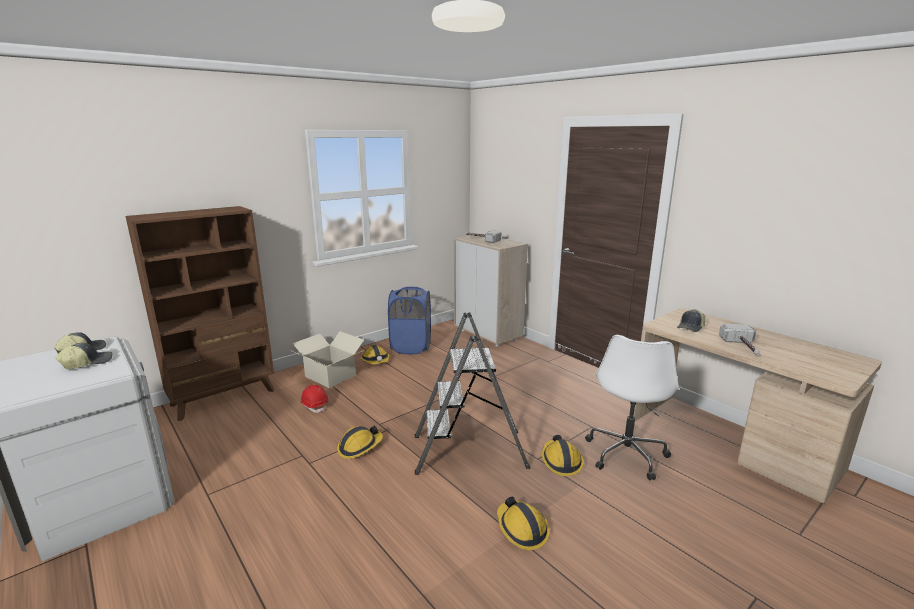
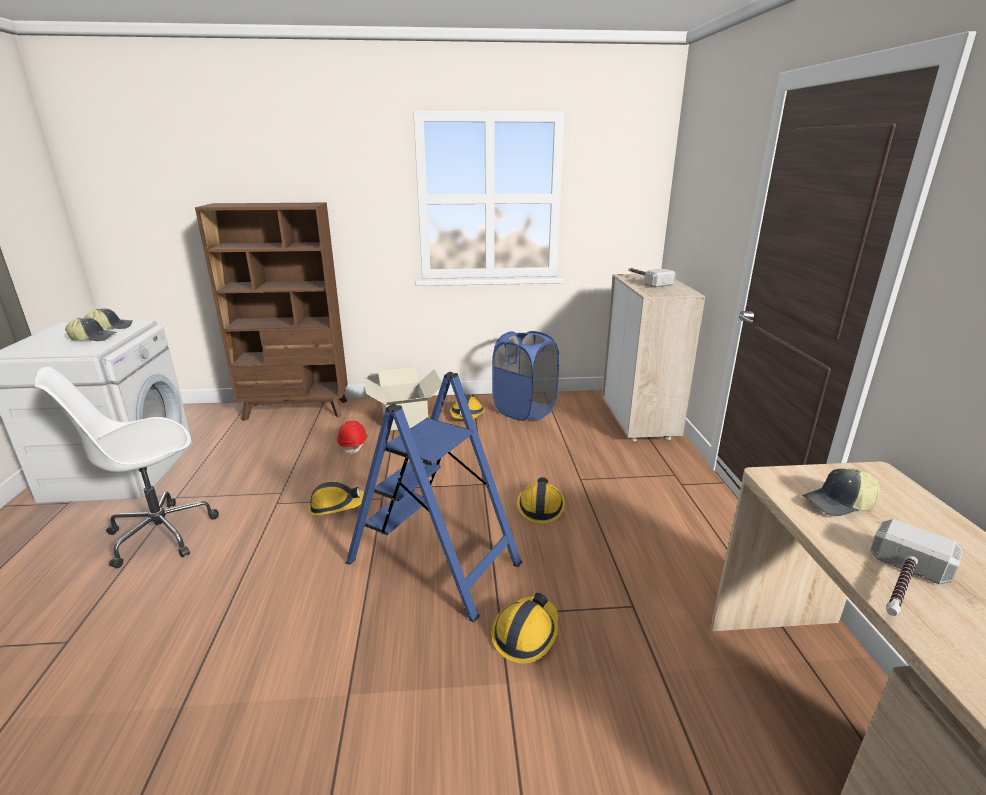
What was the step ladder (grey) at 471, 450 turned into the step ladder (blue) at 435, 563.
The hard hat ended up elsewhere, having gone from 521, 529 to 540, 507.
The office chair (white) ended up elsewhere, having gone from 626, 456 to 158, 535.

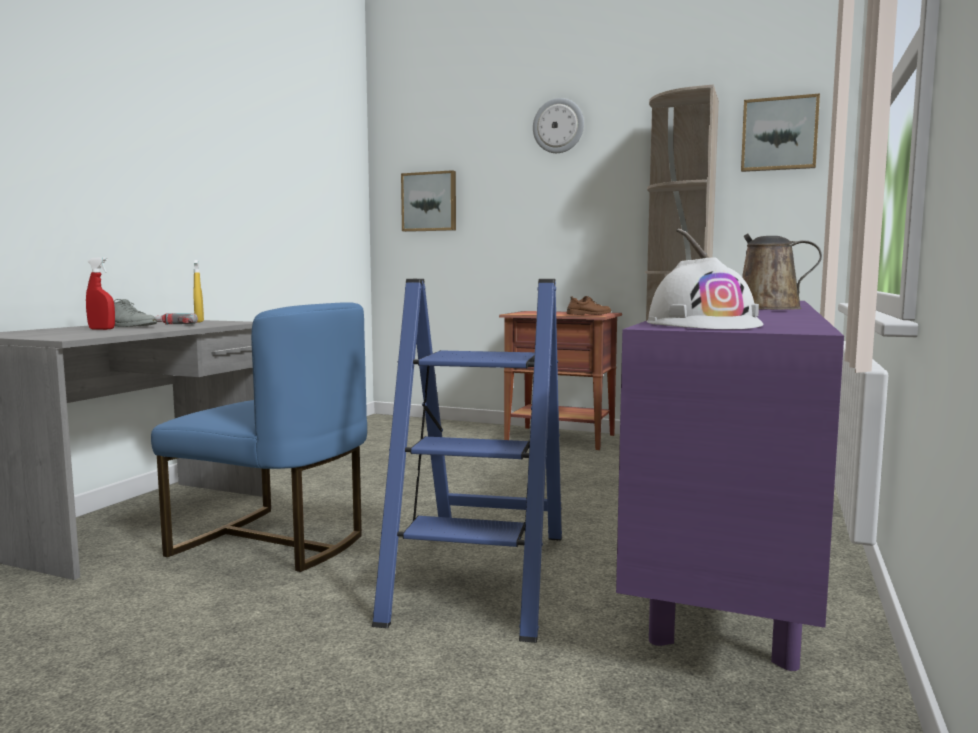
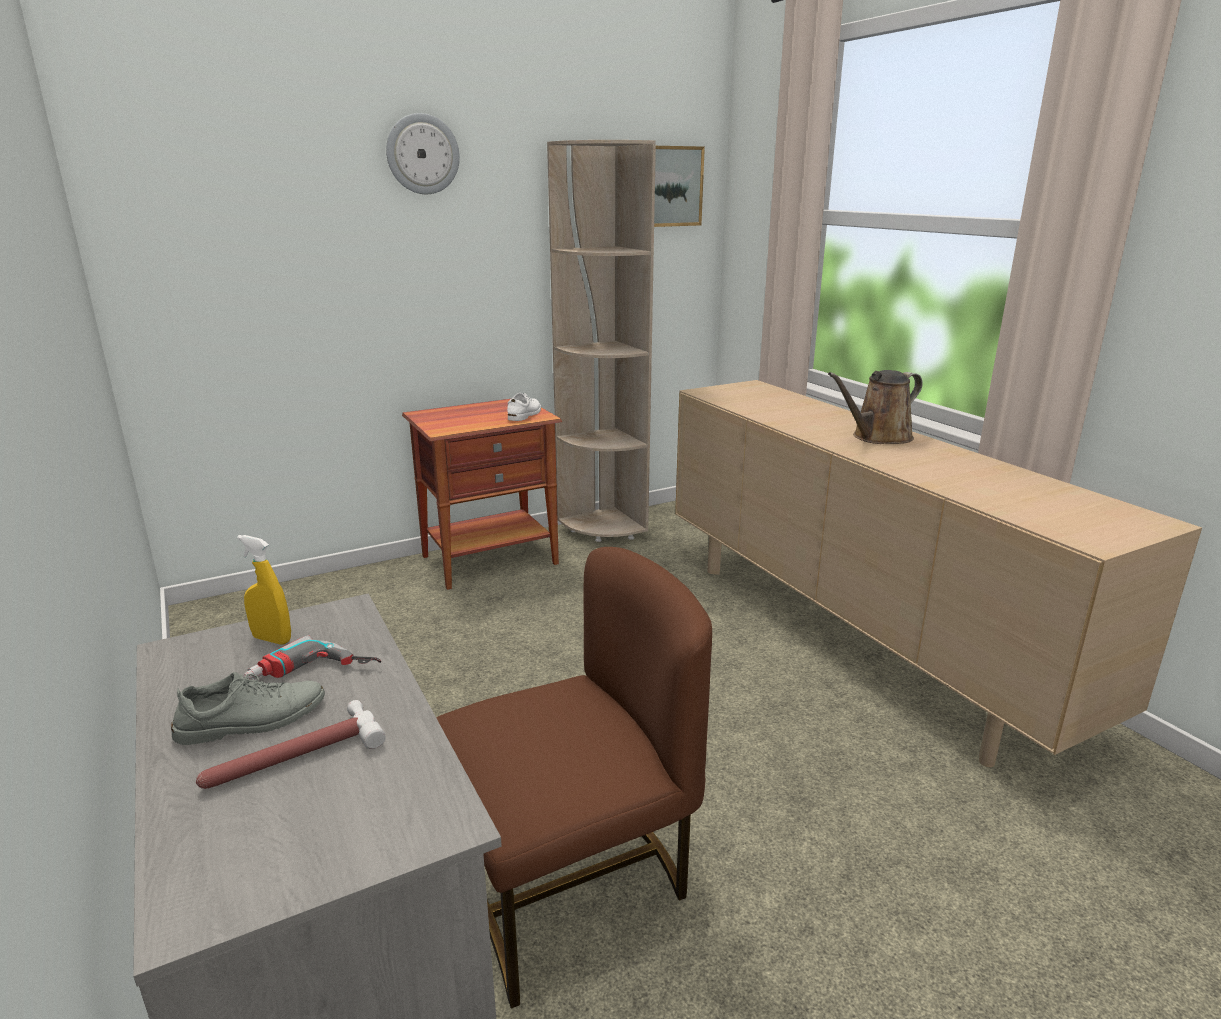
Where the spray bottle (red) stood at 101, 329, the hammer came to stand at 291, 756.
What was the chair (blue) at 274, 542 turned into the chair (brown) at 571, 885.
The second view lost the step ladder (blue) at 481, 574.
The second view lost the picture at 429, 202.
What was the shoe (brown) at 589, 314 turned into the shoe (white) at 525, 414.
What was the cabinet (purple) at 737, 546 turned into the cabinet (beige) at 853, 638.
The second view lost the hard hat (white) at 703, 325.

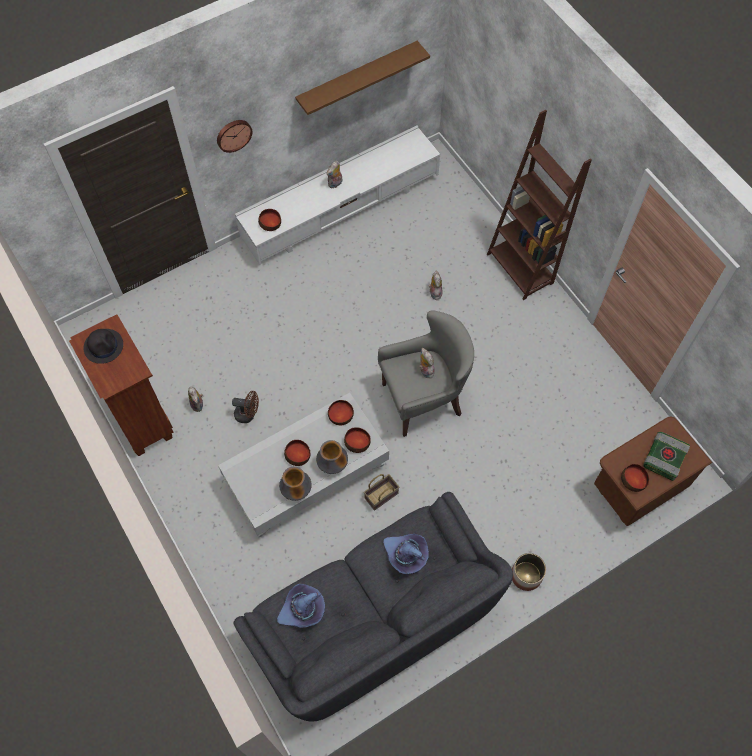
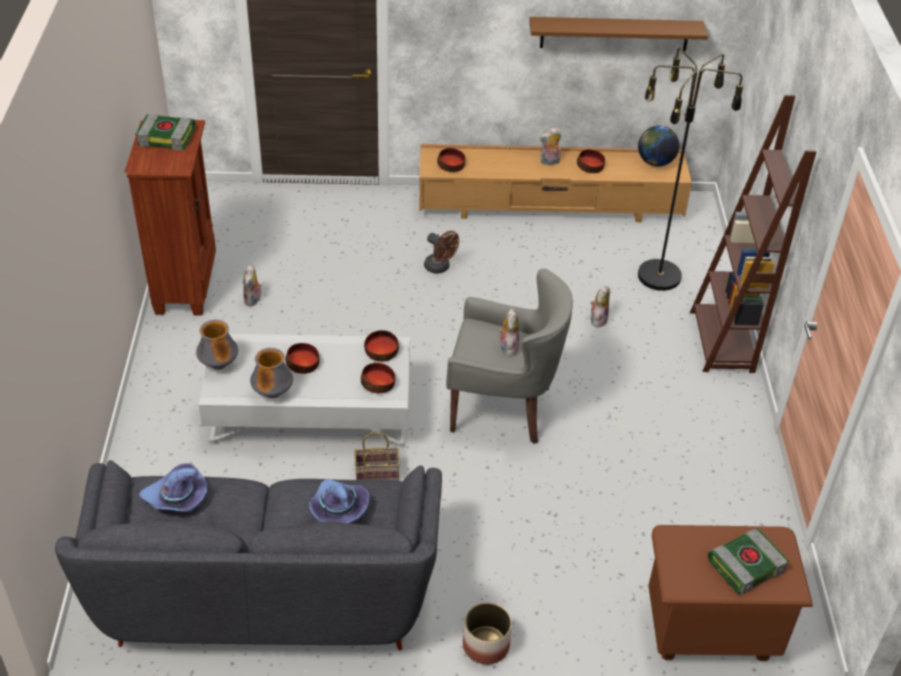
Where the hat (black) stood at 104, 346, the book came to stand at 168, 137.
The second view lost the wall clock at 233, 134.
The fan (brown) ended up elsewhere, having gone from 248, 414 to 440, 268.
What was the tv stand (white) at 340, 209 turned into the tv stand (brown) at 549, 205.
The vase ended up elsewhere, having gone from 332, 464 to 219, 365.
The bowl ended up elsewhere, having gone from 633, 480 to 590, 167.
The second view gained the floor lamp at 659, 275.
The second view gained the globe at 655, 162.

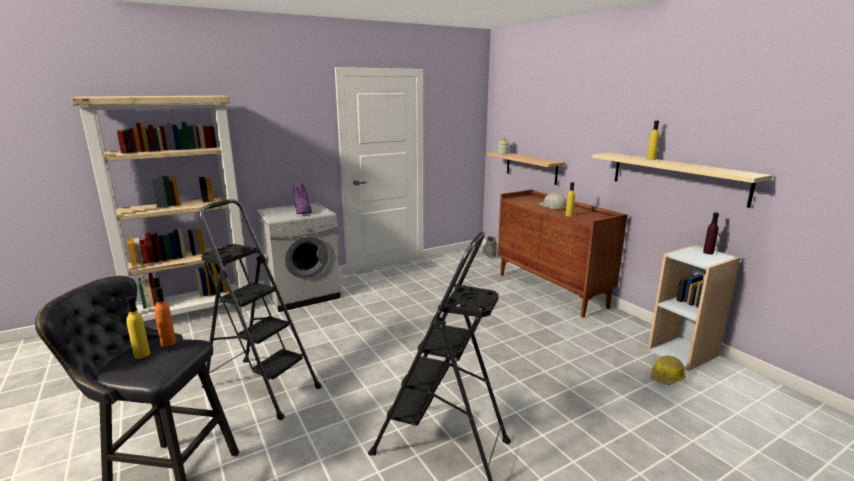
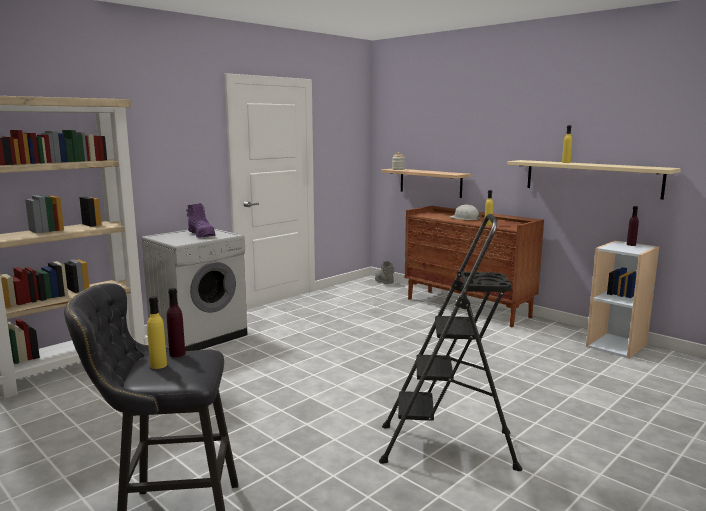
What was the bottle (orange) at 168, 343 turned into the bottle (purple) at 177, 354.
The second view lost the step ladder at 260, 386.
The second view lost the hard hat at 666, 377.

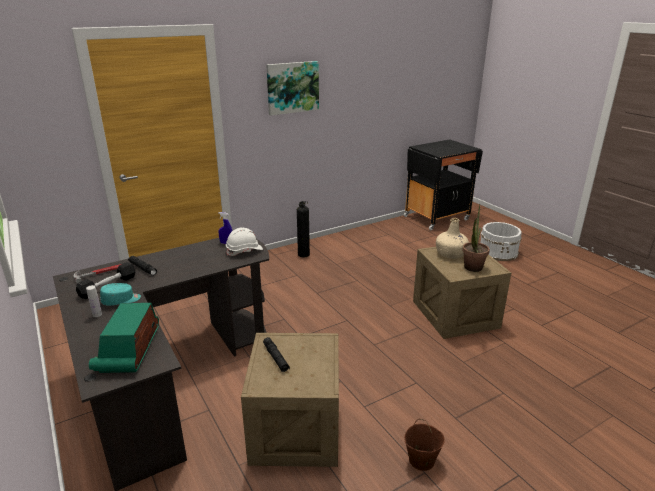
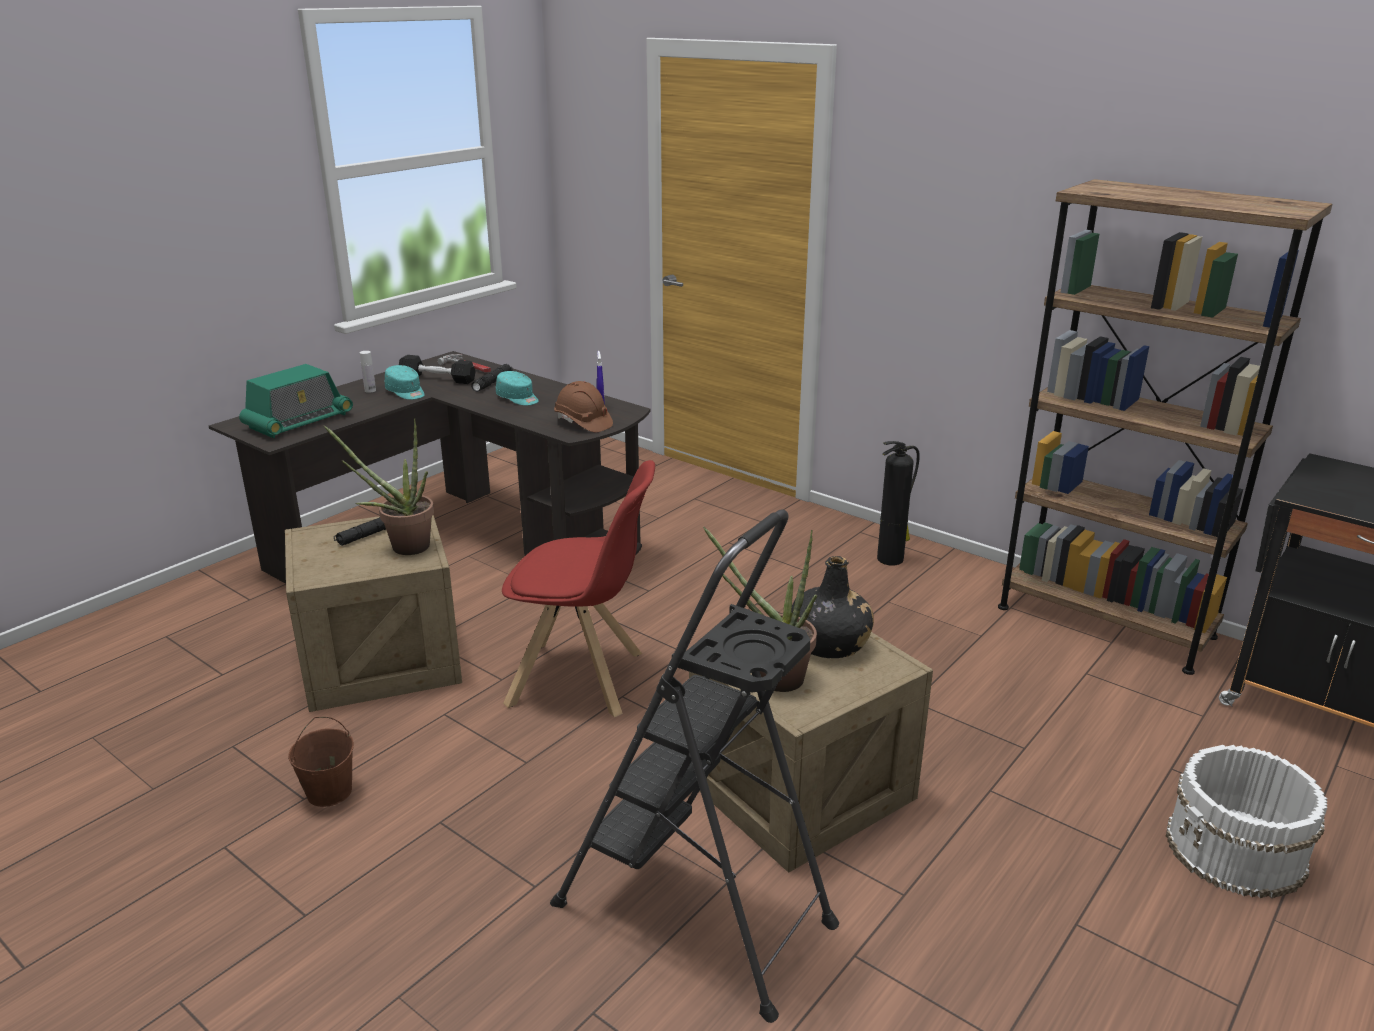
The radio at 129, 350 ended up facing another way, 150 degrees clockwise from before.
What was the hard hat (white) at 244, 251 turned into the hard hat (brown) at 583, 423.
The second view lost the picture at 292, 87.
What was the bottle (beige) at 451, 254 turned into the bottle (black) at 829, 644.
The second view gained the potted plant at 402, 547.
The second view gained the cap (turquoise) at 518, 398.
The second view gained the chair (red) at 583, 679.
The second view gained the step ladder at 696, 914.
The second view gained the bookcase (brown) at 1104, 622.

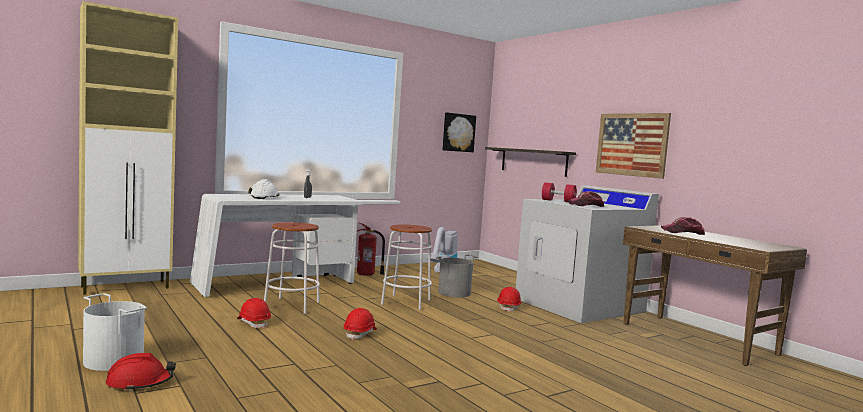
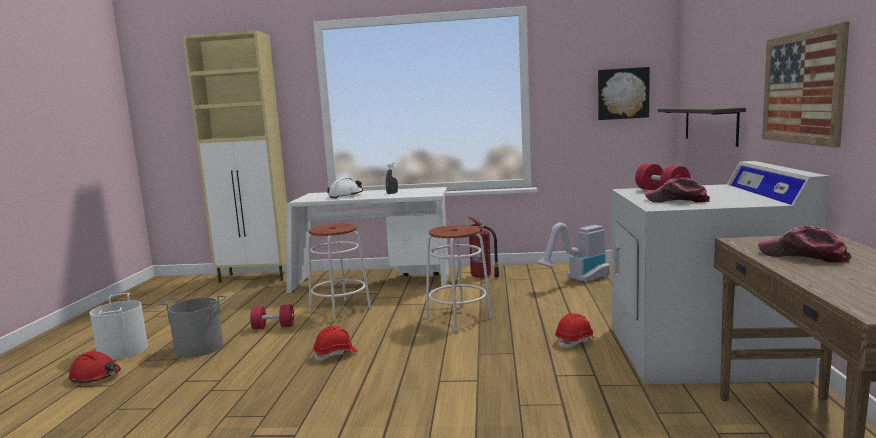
Where the hard hat (red) stood at 253, 323, the dumbbell (red) came to stand at 273, 327.
The bucket (grey) ended up elsewhere, having gone from 454, 293 to 199, 348.

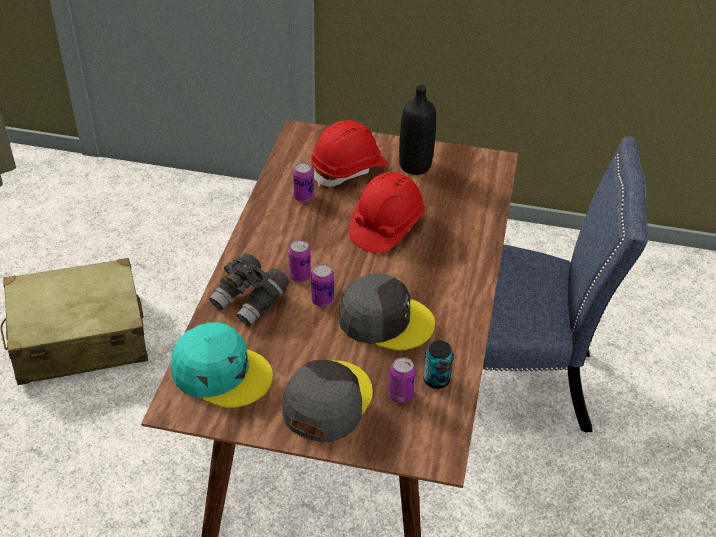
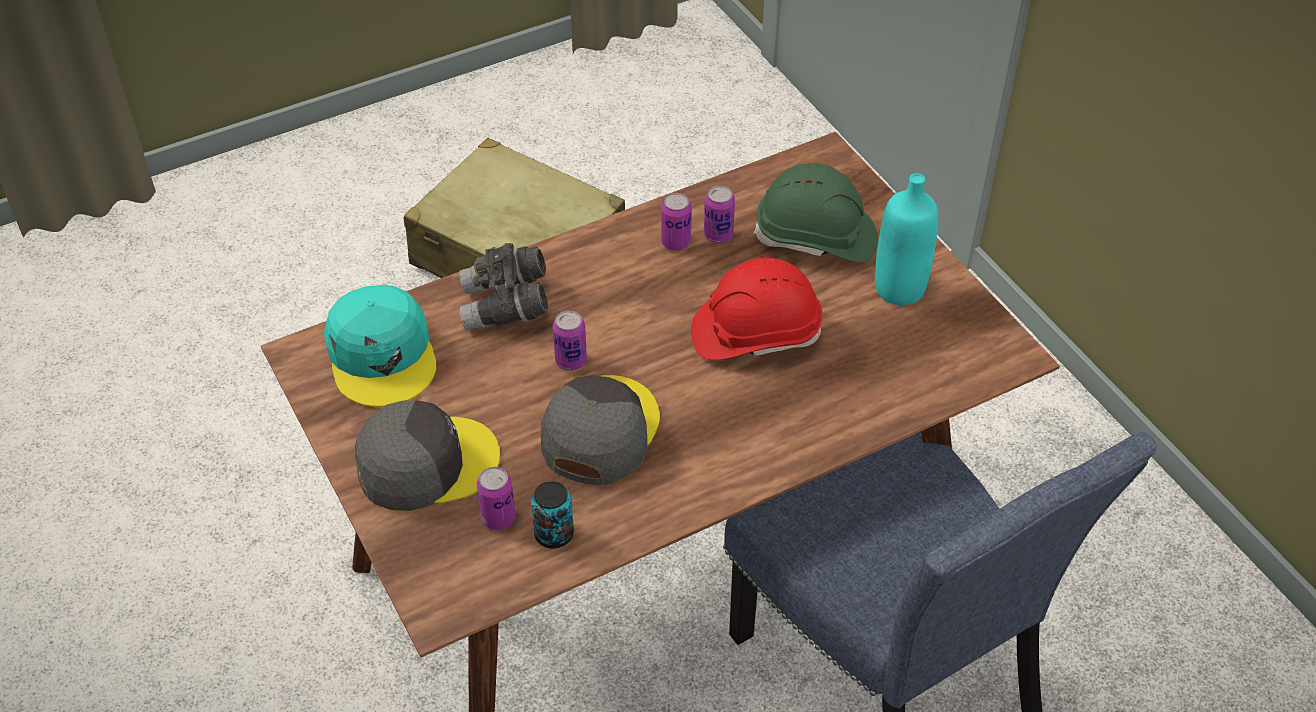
The can ended up elsewhere, having gone from 300, 276 to 676, 242.
What was the hard hat (red) at 349, 169 turned into the hard hat (green) at 816, 238.
The cap (grey) at 385, 320 ended up facing another way, 135 degrees counterclockwise from before.
What was the bottle (black) at 415, 166 turned into the bottle (turquoise) at 899, 288.

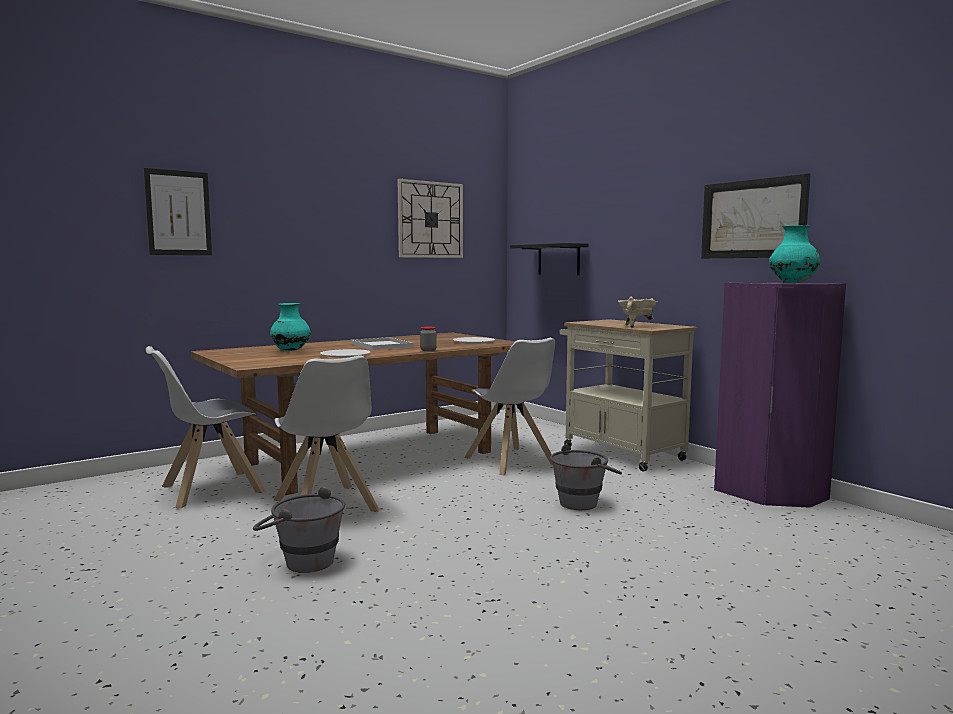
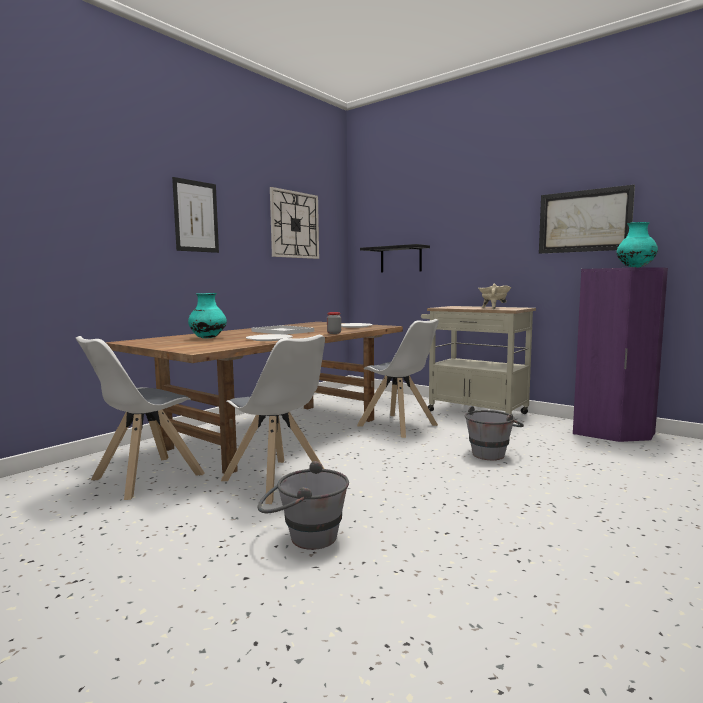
The picture ended up elsewhere, having gone from 178, 213 to 196, 216.

